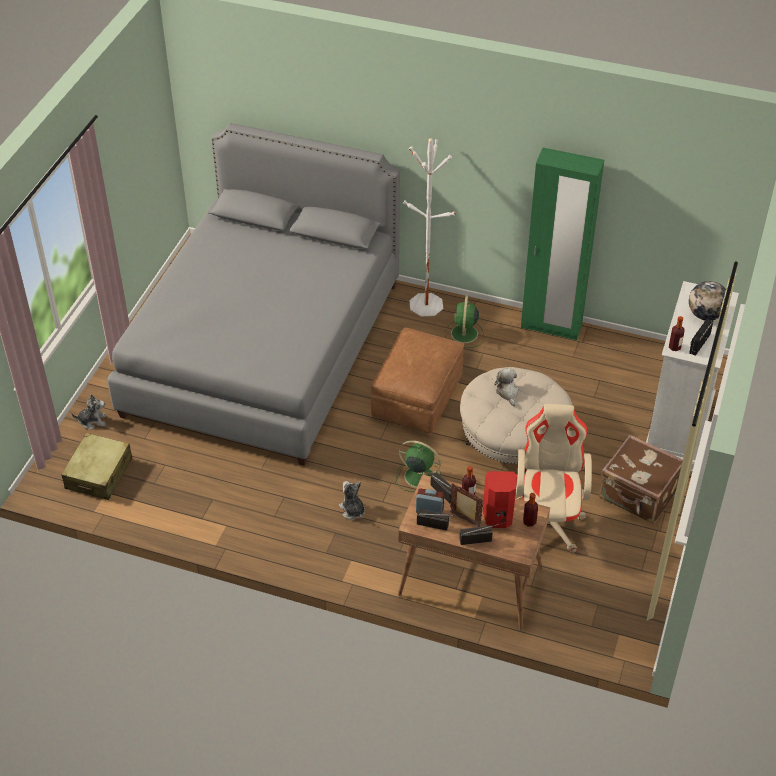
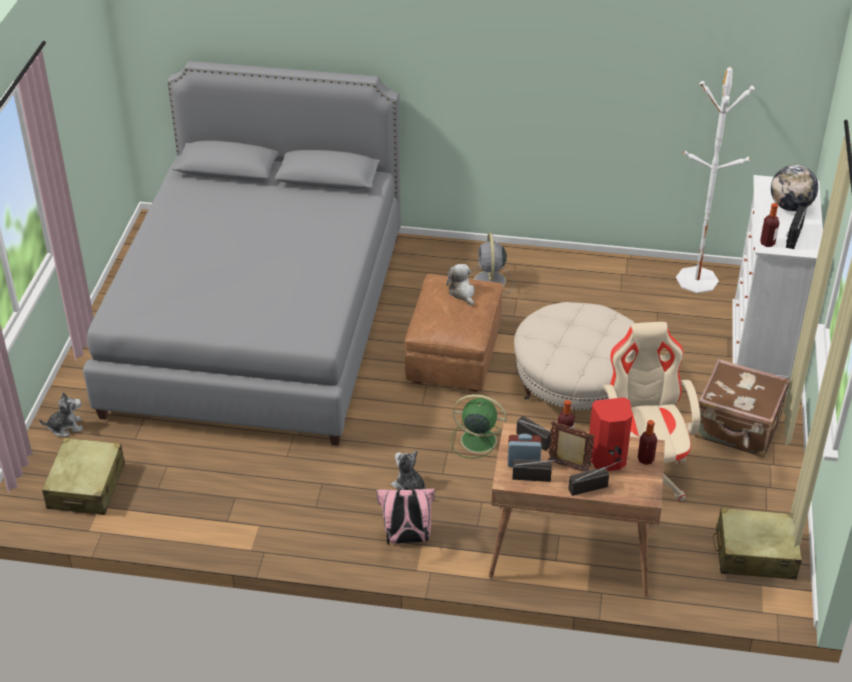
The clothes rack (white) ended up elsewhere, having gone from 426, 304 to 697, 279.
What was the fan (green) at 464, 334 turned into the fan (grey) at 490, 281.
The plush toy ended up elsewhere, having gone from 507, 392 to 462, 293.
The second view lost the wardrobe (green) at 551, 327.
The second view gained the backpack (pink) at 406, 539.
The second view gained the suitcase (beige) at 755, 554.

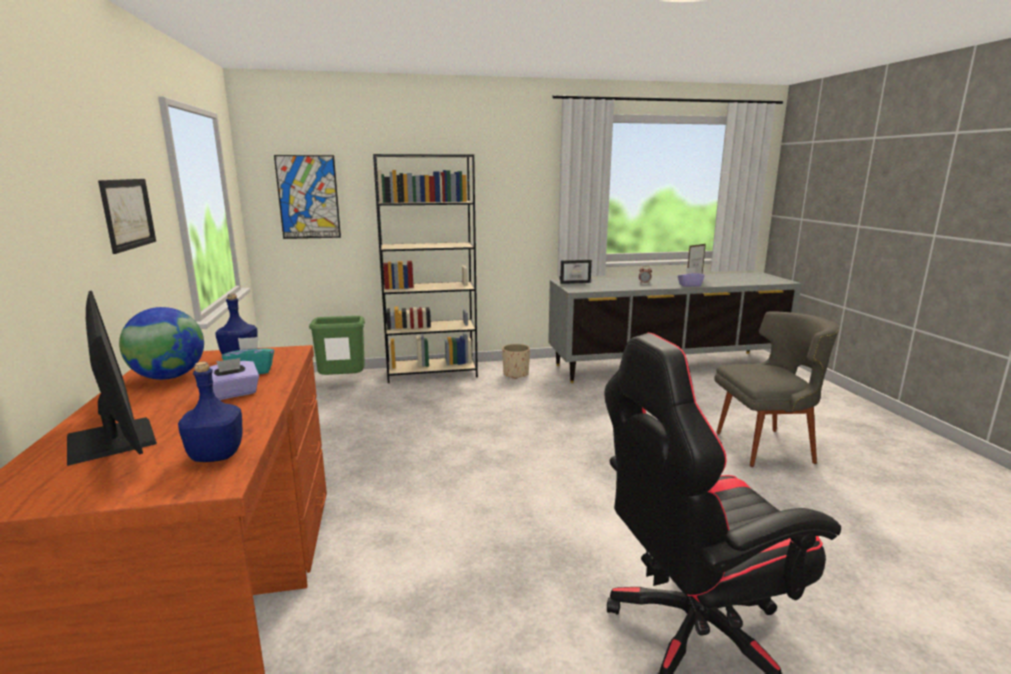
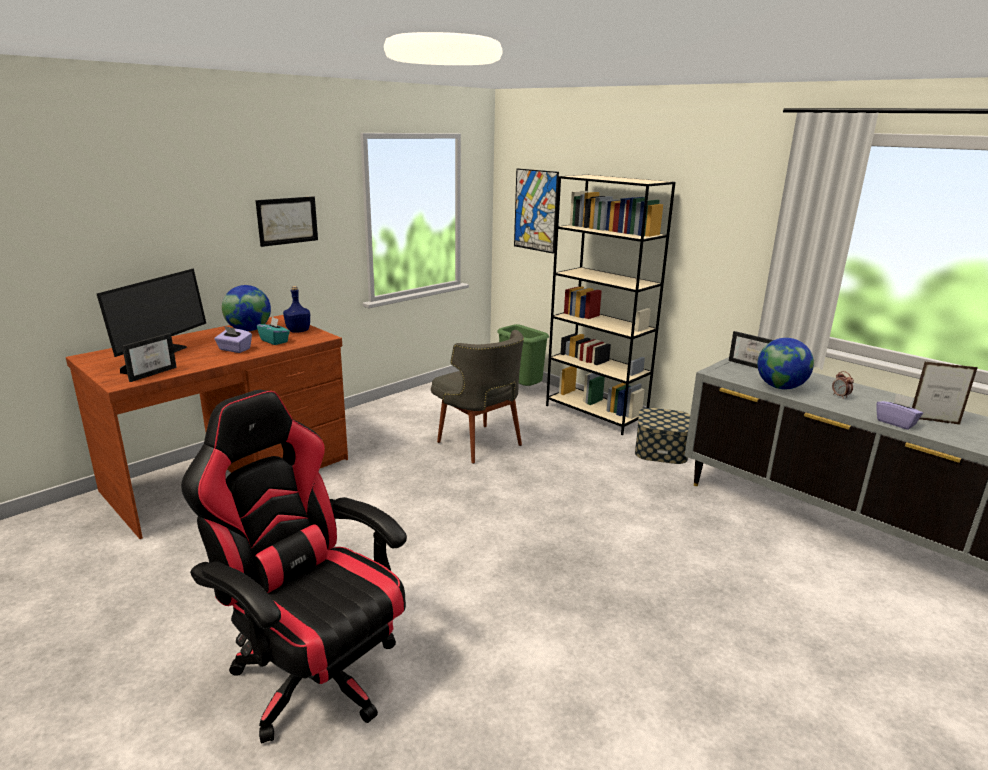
Where the bottle (blue) stood at 216, 454, the picture frame came to stand at 151, 373.
Where the planter (beige) stood at 516, 374, the storage box came to stand at 661, 450.
The chair (grey) ended up elsewhere, having gone from 763, 448 to 479, 443.
The second view gained the globe at 780, 387.

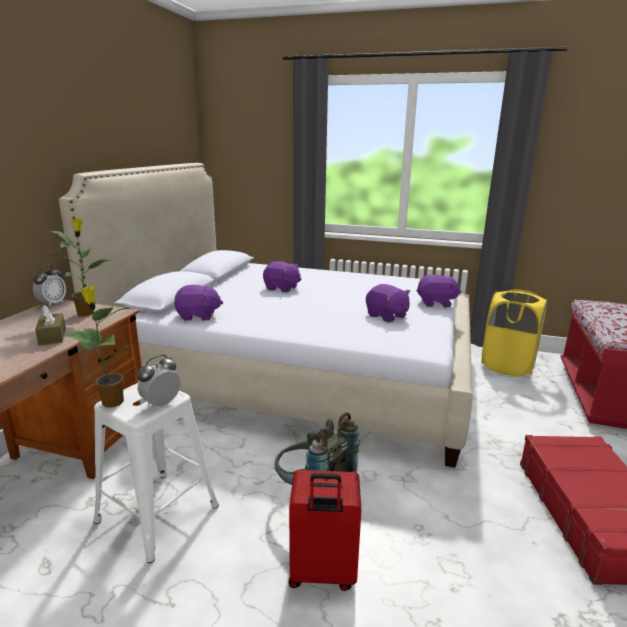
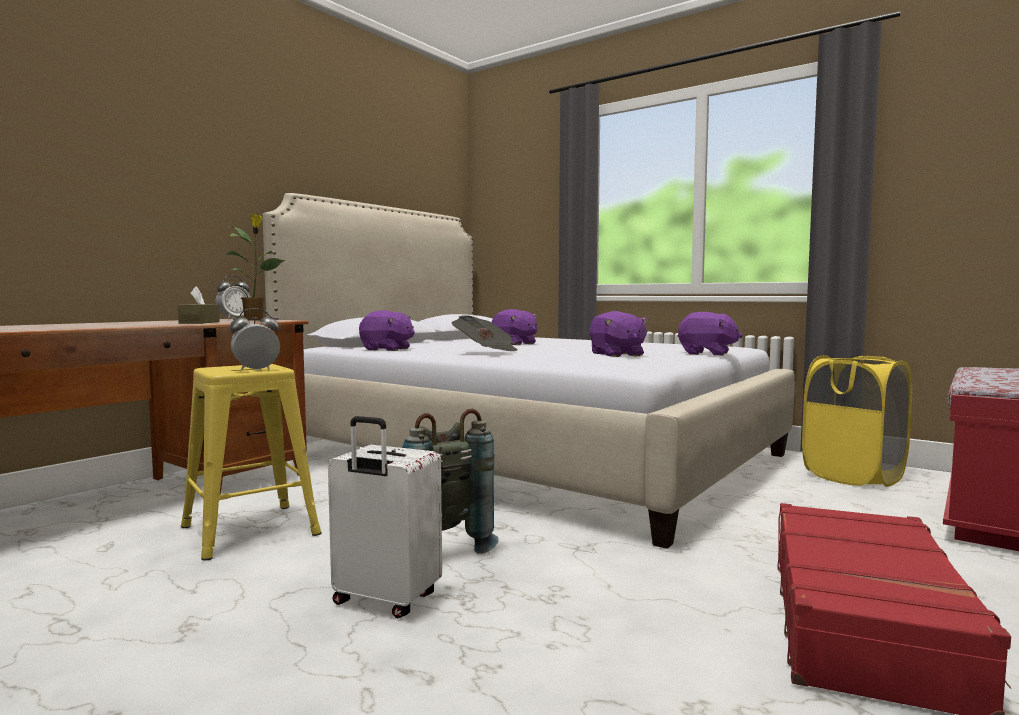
The second view lost the potted plant at 111, 402.
What was the stool (white) at 157, 514 turned into the stool (yellow) at 249, 531.
What was the suitcase (red) at 322, 573 turned into the suitcase (white) at 385, 601.
The second view gained the newspaper at 487, 353.

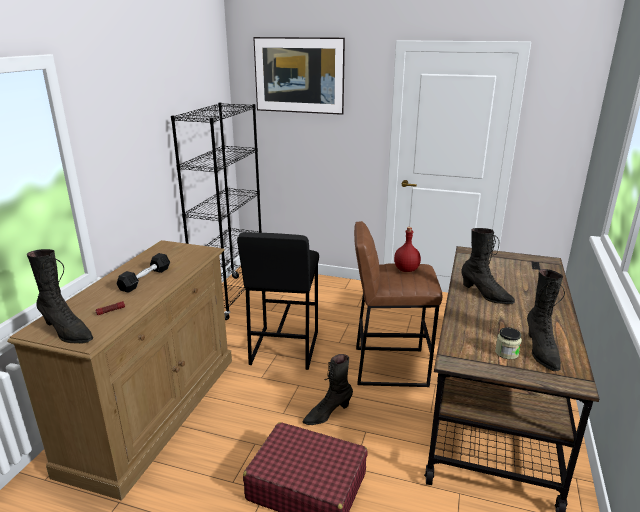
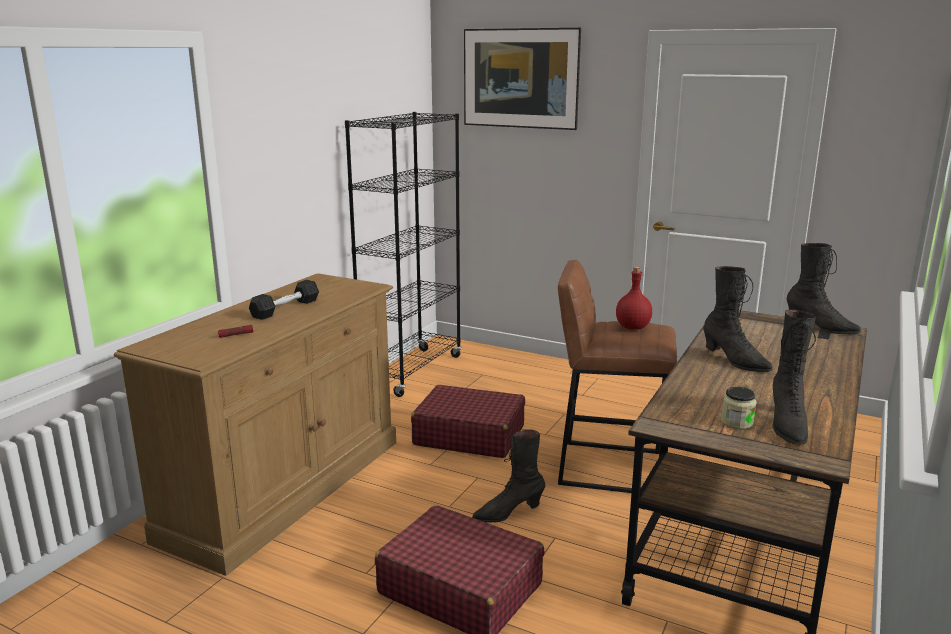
The boot (black) ended up elsewhere, having gone from 67, 332 to 820, 327.
Where the stool (black) stood at 284, 349, the suitcase (red) came to stand at 469, 435.

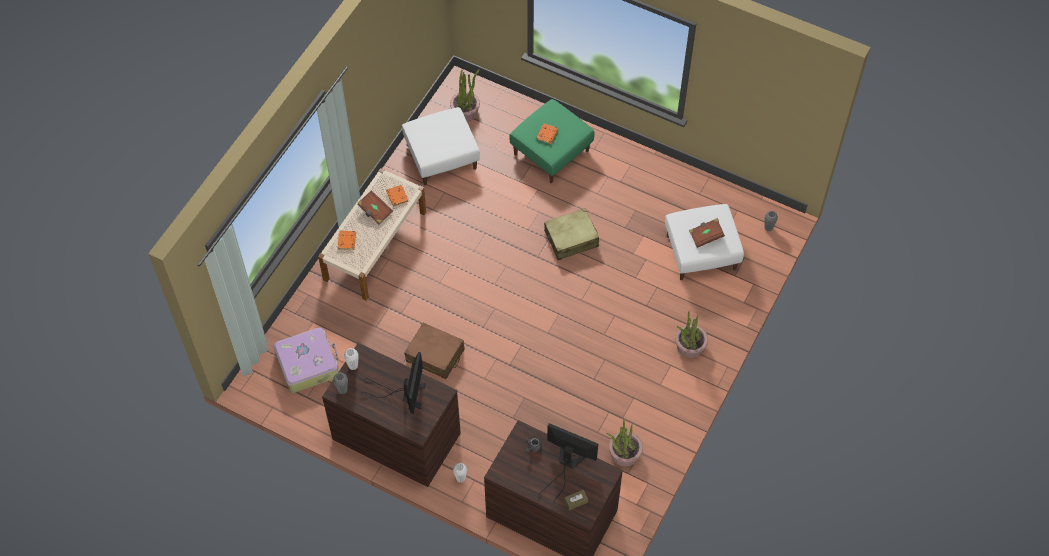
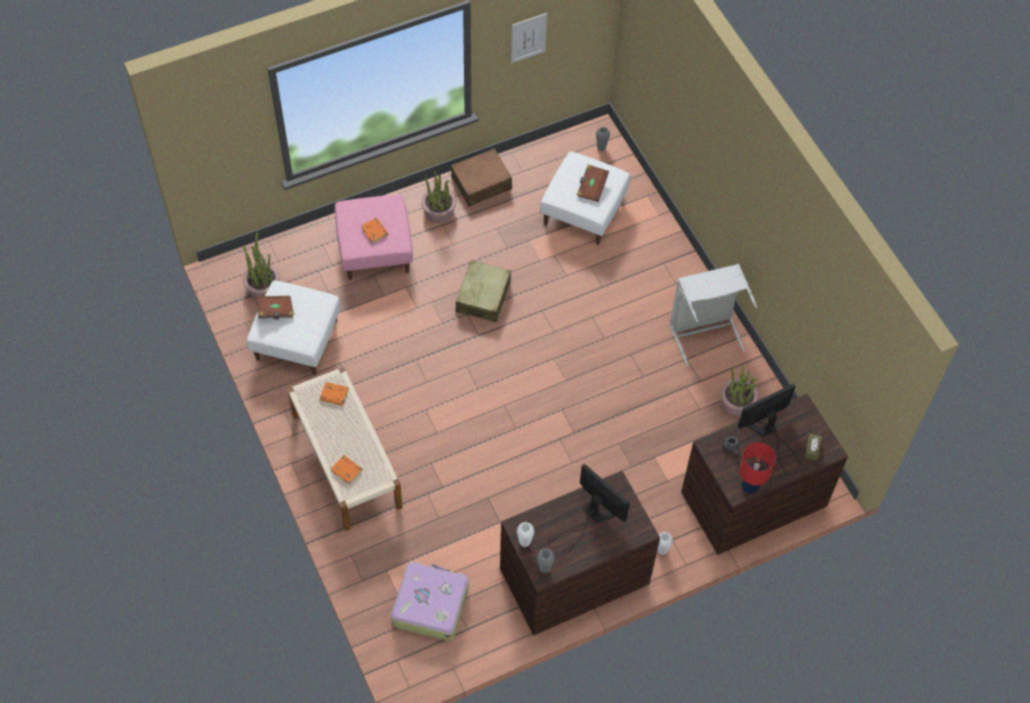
The book (brown) ended up elsewhere, having gone from 375, 211 to 275, 311.
The suitcase (brown) ended up elsewhere, having gone from 435, 355 to 481, 183.
What was the ottoman (green) at 551, 152 turned into the ottoman (pink) at 374, 249.
The potted plant ended up elsewhere, having gone from 690, 346 to 439, 211.
The second view gained the picture at 528, 37.
The second view gained the laundry basket (grey) at 704, 331.
The second view gained the table lamp (red) at 750, 486.

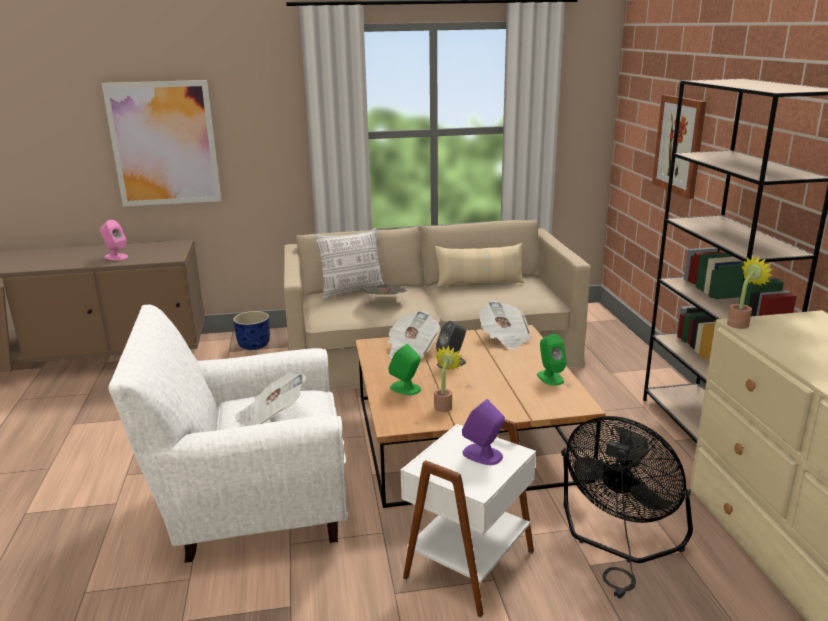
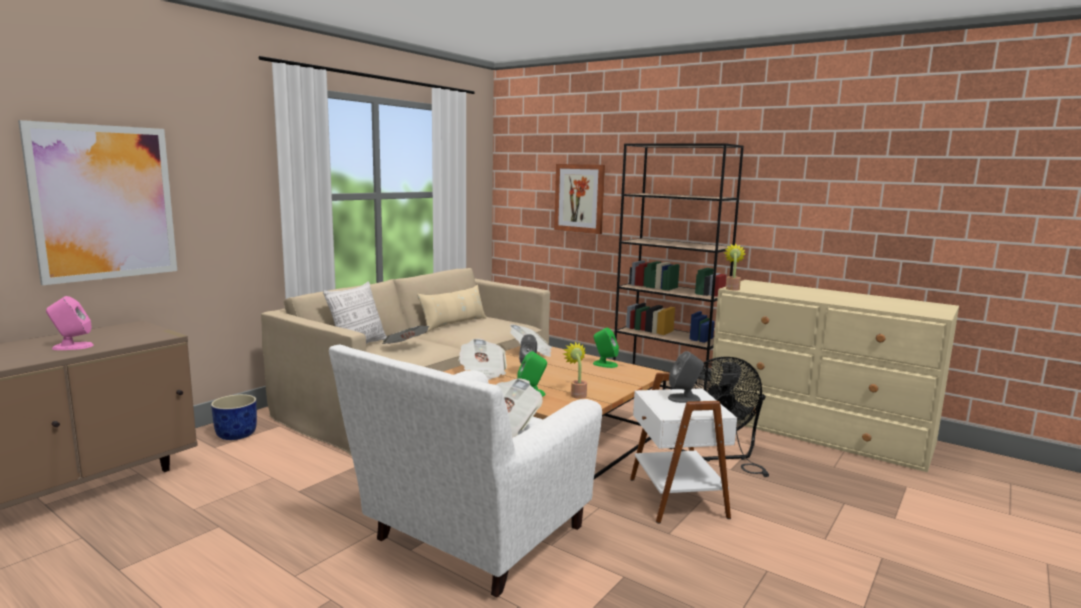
What was the speaker (purple) at 483, 455 turned into the speaker (grey) at 684, 398.

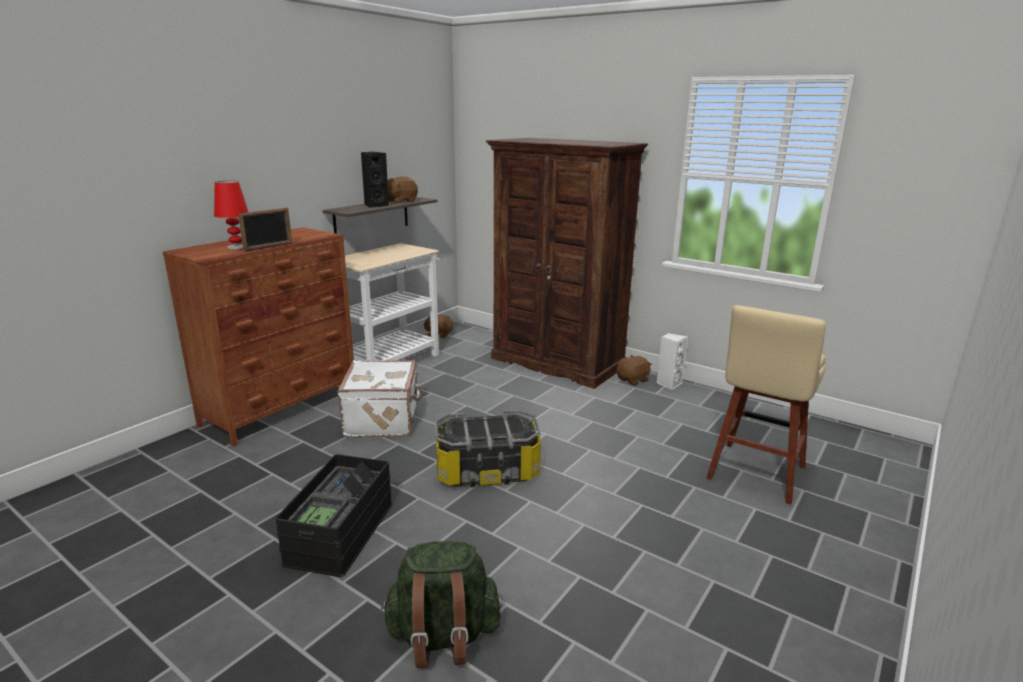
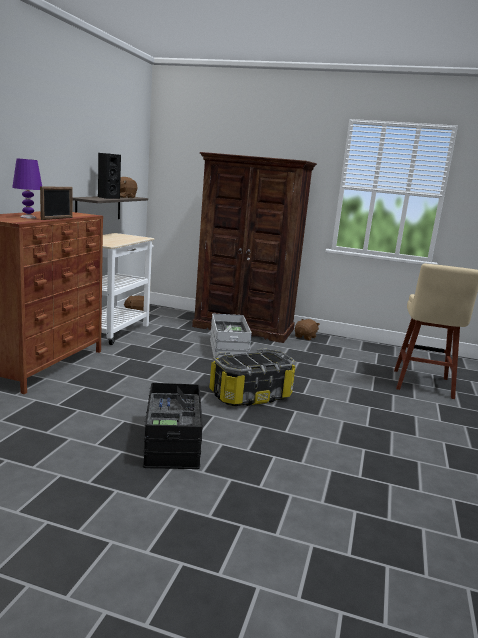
What was the table lamp (red) at 236, 247 turned into the table lamp (purple) at 28, 217.
The second view lost the suitcase (white) at 384, 419.
The second view lost the backpack (green) at 443, 637.
The second view lost the speaker (white) at 668, 383.
The second view gained the storage box (grey) at 229, 349.

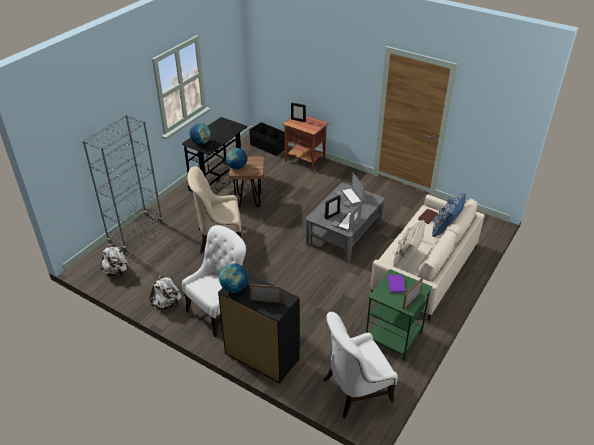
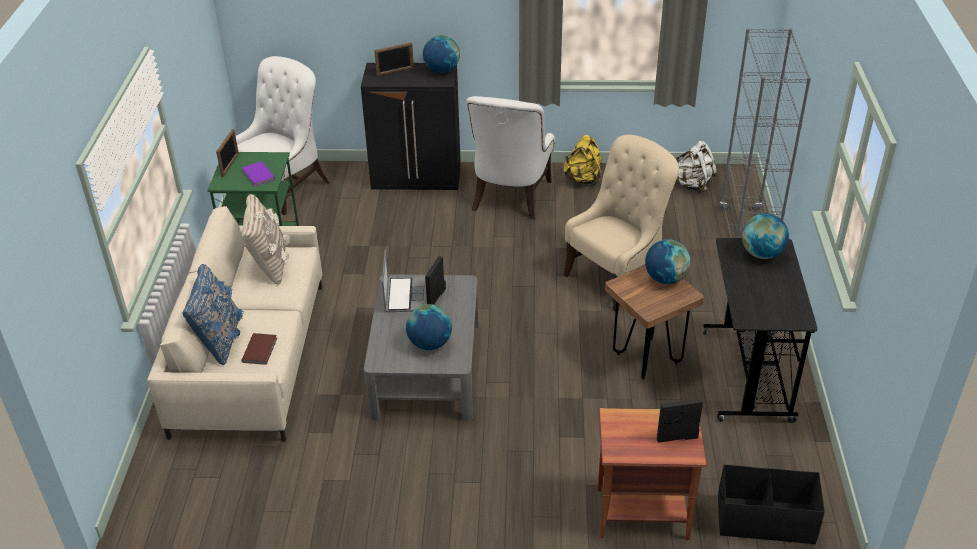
What was the backpack (white) at 167, 303 turned into the backpack (yellow) at 583, 179.
Where the laptop stood at 349, 198, the globe came to stand at 429, 344.

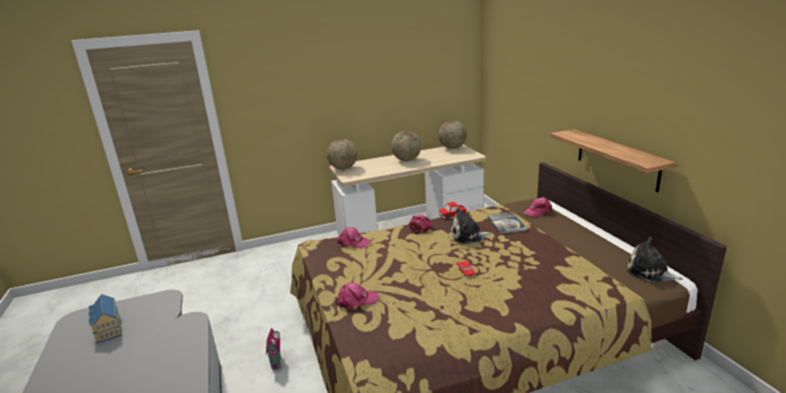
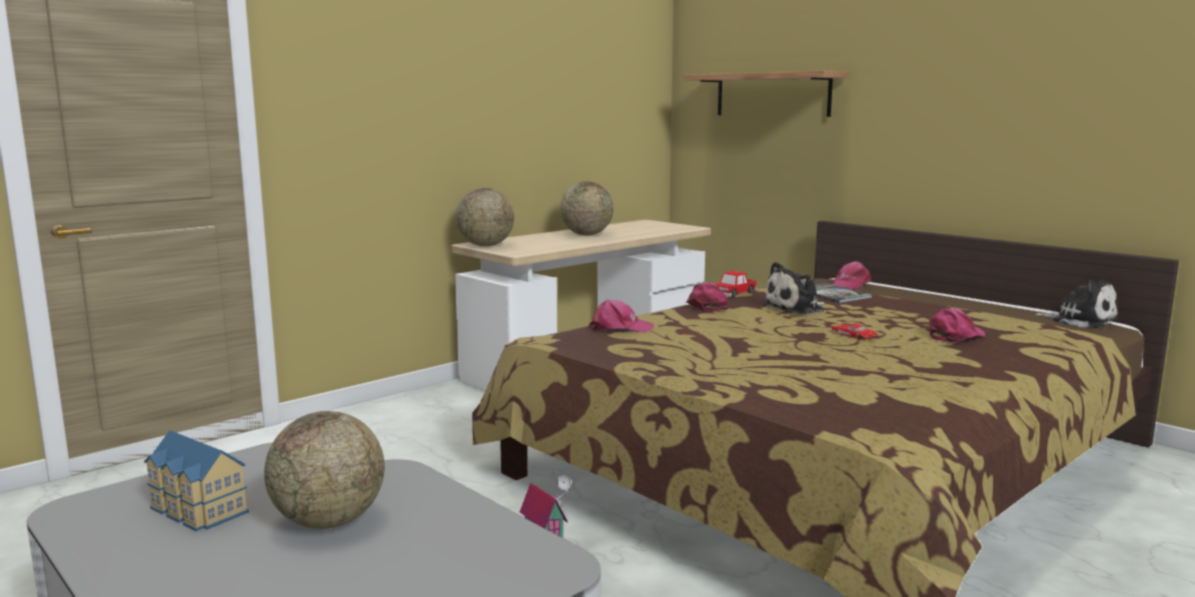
The cap (pink) ended up elsewhere, having gone from 356, 300 to 955, 336.
The globe ended up elsewhere, having gone from 452, 148 to 329, 521.
The shelf ended up elsewhere, having gone from 616, 159 to 772, 94.
The plush toy at 650, 272 ended up facing another way, 150 degrees counterclockwise from before.

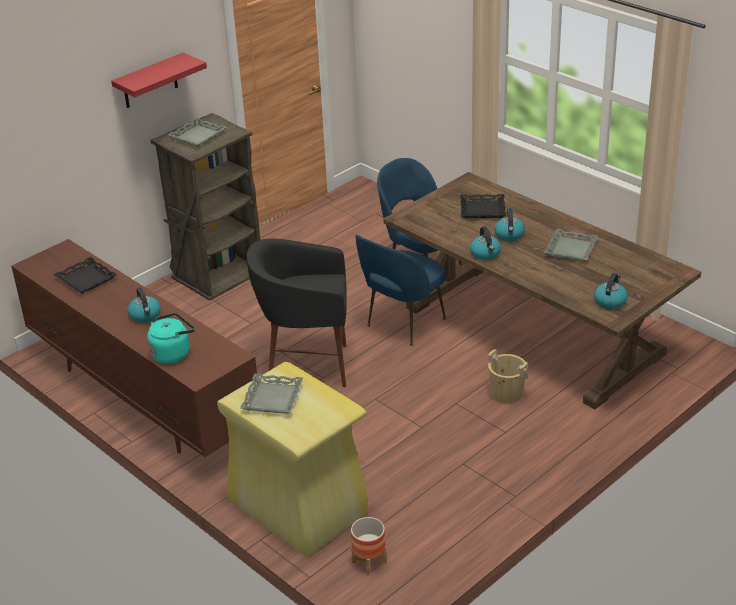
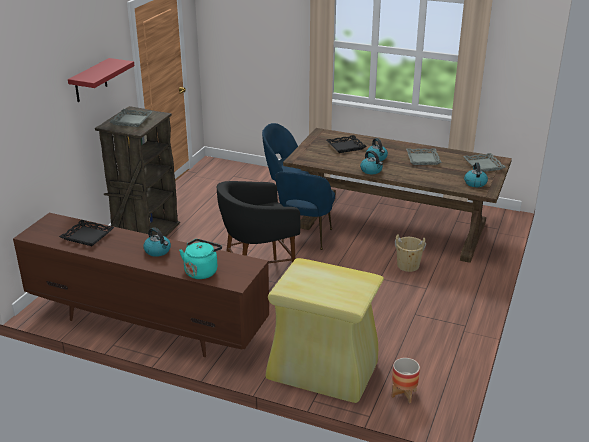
The tray (grey) ended up elsewhere, having gone from 273, 398 to 484, 165.

